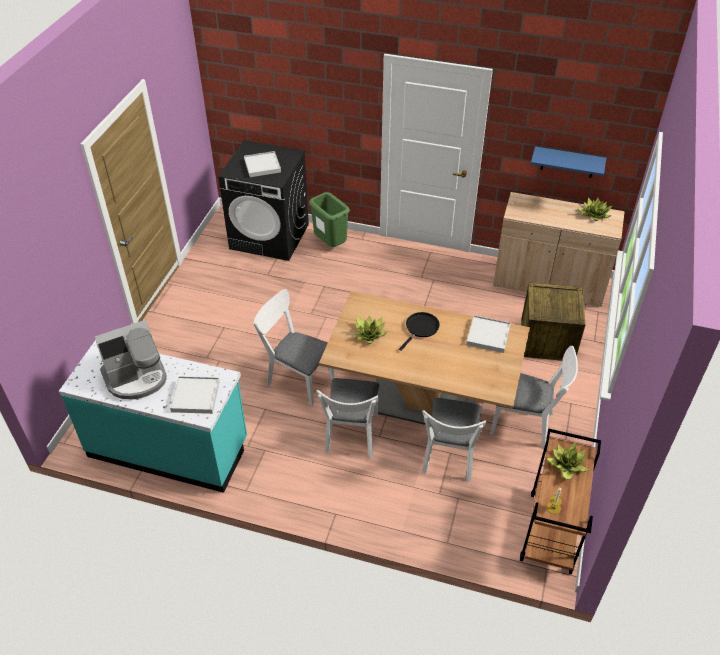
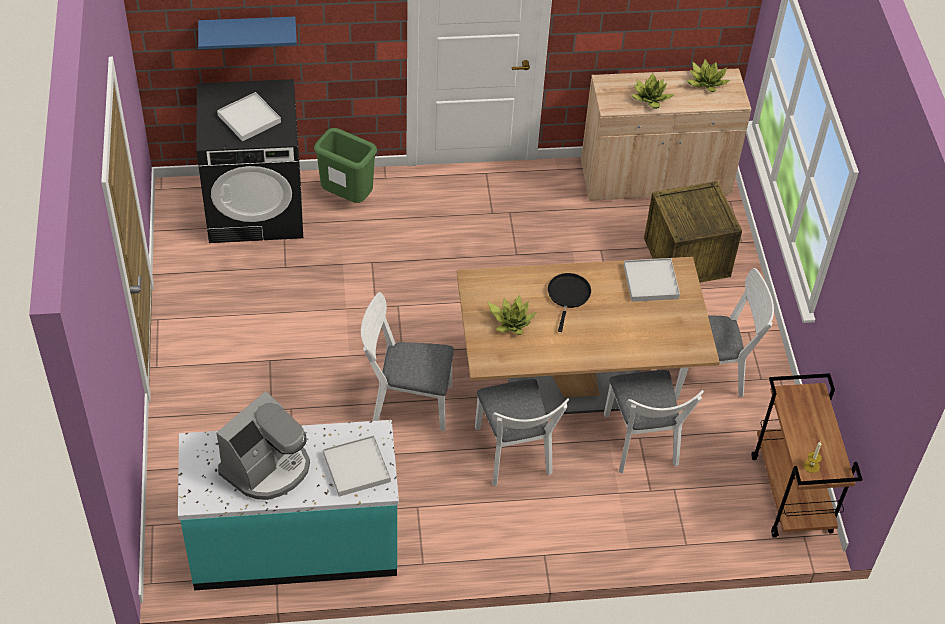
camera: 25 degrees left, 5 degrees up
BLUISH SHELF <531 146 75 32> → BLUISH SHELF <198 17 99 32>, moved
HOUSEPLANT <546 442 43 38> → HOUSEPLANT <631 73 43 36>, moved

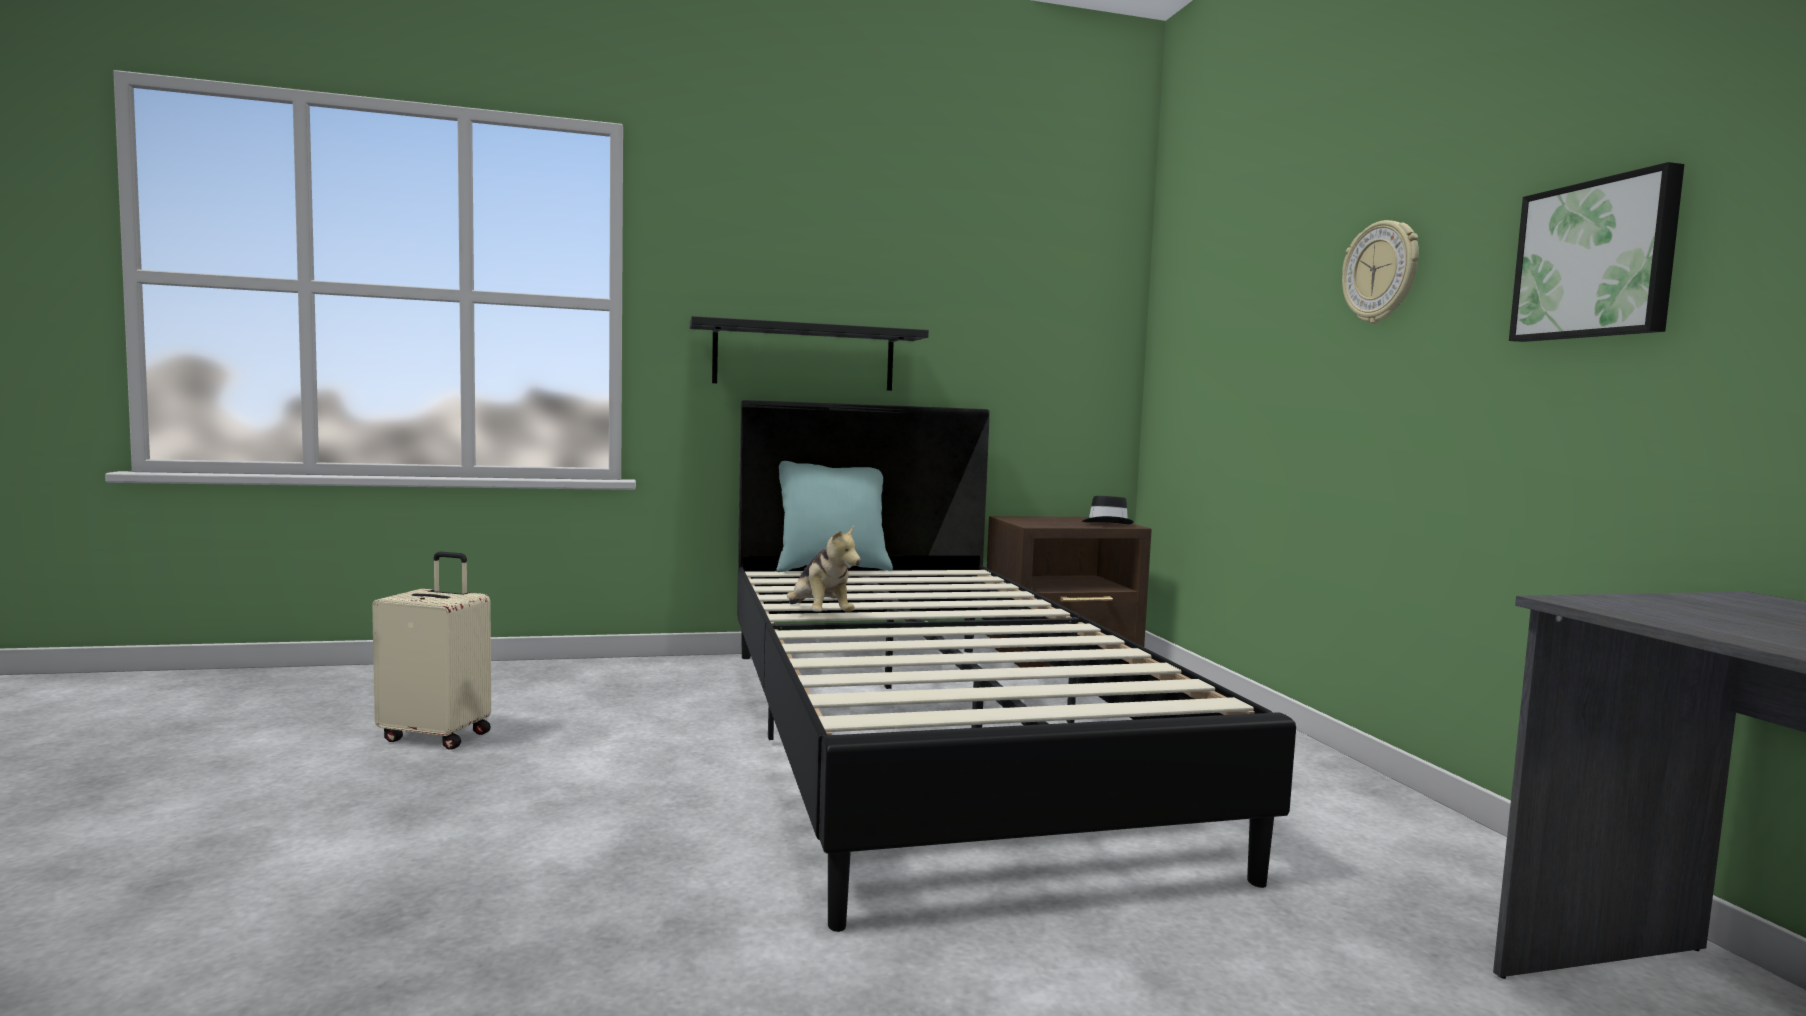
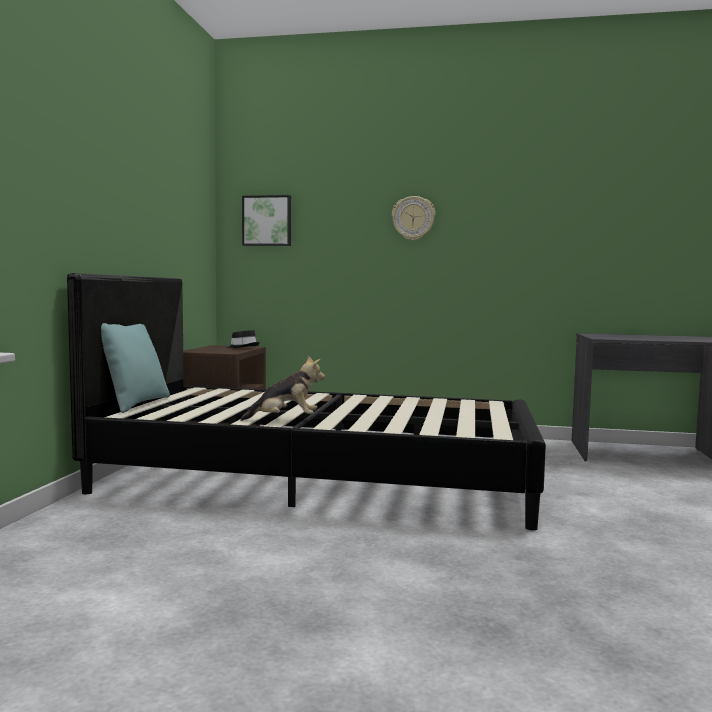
camera: 65 degrees left, 0 degrees up
WALL PICTURE <1509 162 176 180> → WALL PICTURE <242 195 49 51>, moved
BLACKISH SHELF <690 316 239 75> → -
SAND-COLOURED PIECE OF LUGGAGE <372 552 119 198> → -

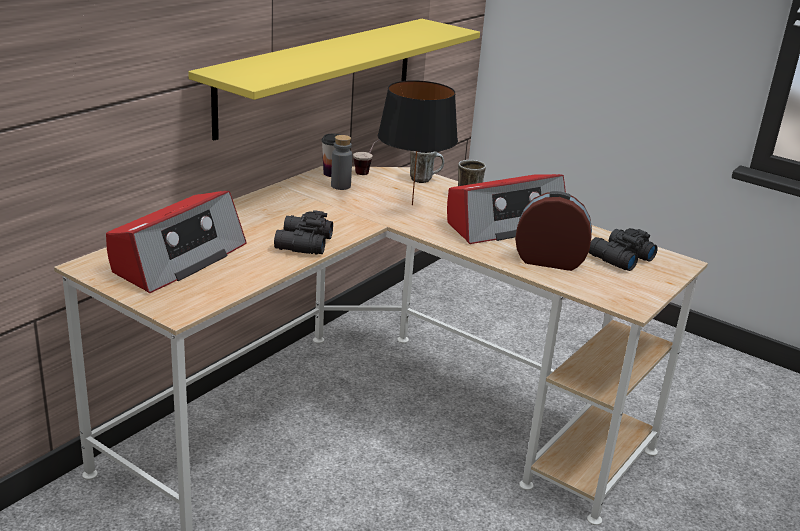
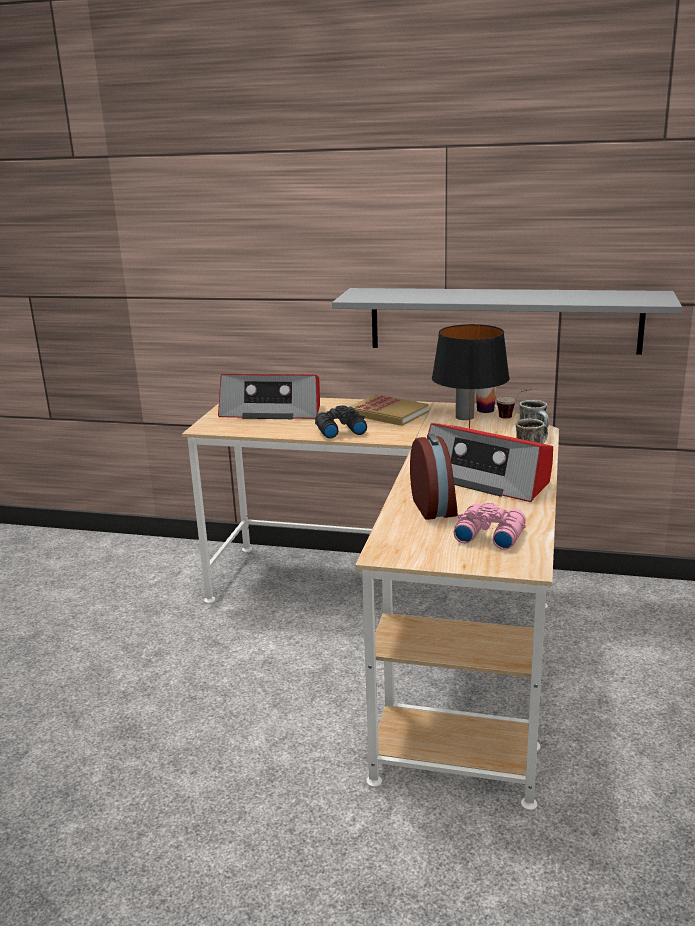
camera: 70 degrees right, 5 degrees down
YELLOW-COLOURED SHELF <188 19 292 121> → GRAY SHELF <332 288 350 67>
BLACKISH FIELD GLASSES <589 228 69 43> → PINK FIELD GLASSES <454 503 72 47>
- → VOLUME <349 394 80 32>

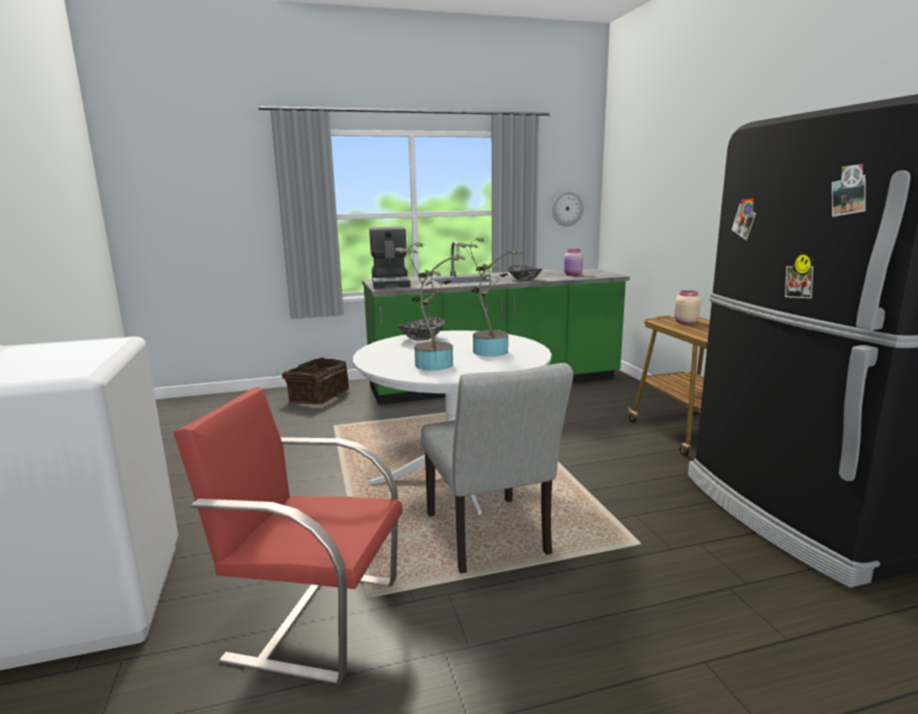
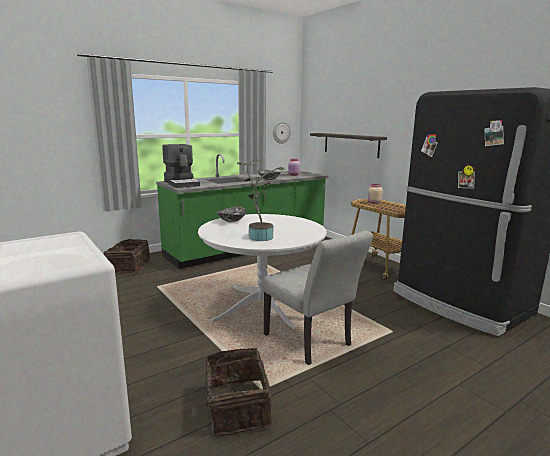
camera: 20 degrees left, 0 degrees up
HOUSEPLANT <457 237 67 120> → -
RED UPRIGHT CHAIR <173 387 229 298> → STORAGE BASKET <192 348 80 88>
- → SHELF <310 133 77 25>

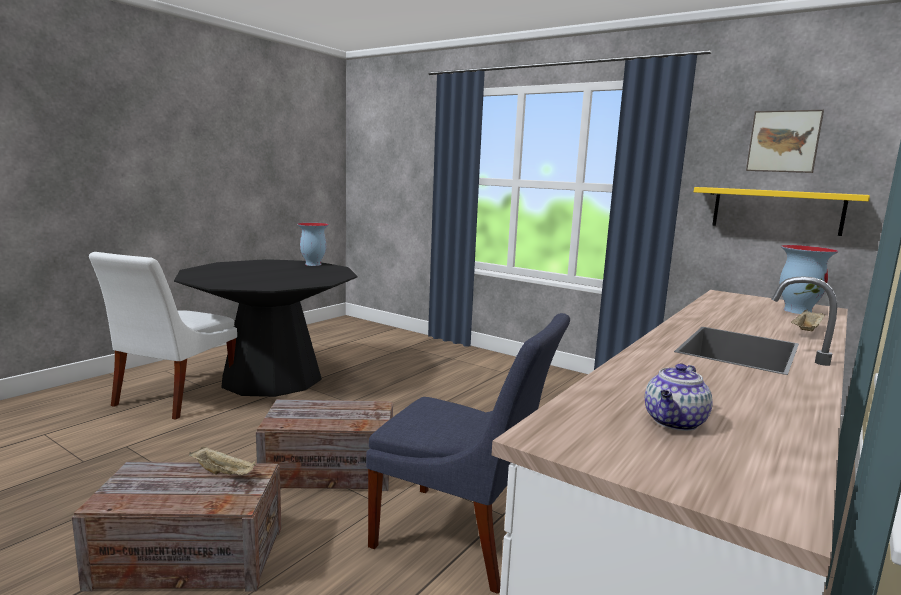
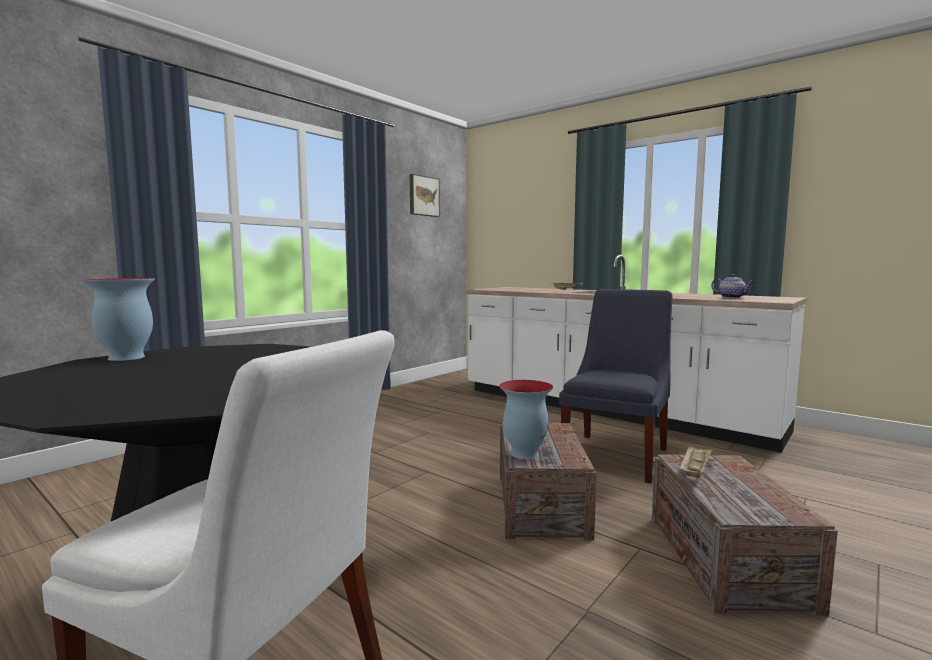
camera: 85 degrees left, 5 degrees down
YELLOW-COLOURED SHELF <694 187 176 49> → -
FLOWER VASE <779 245 59 69> → FLOWER VASE <499 380 55 80>, moved

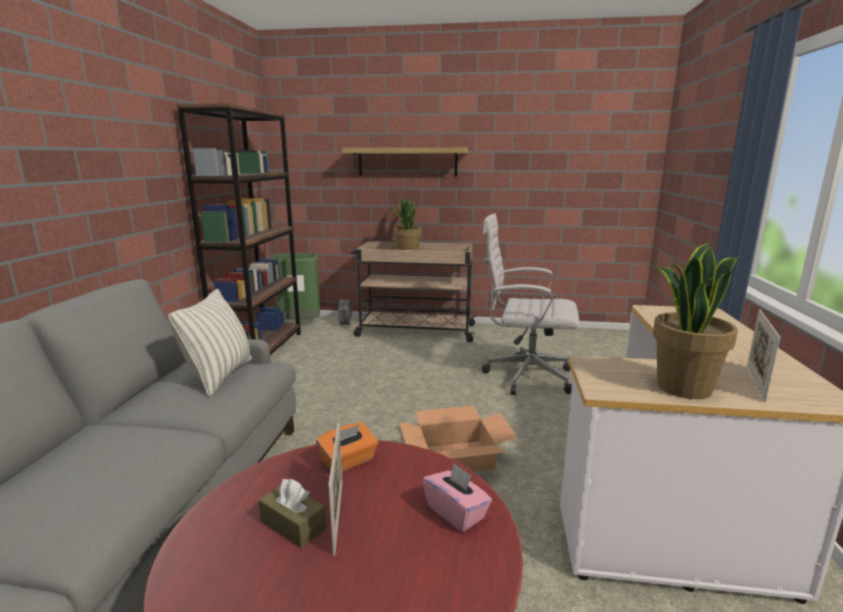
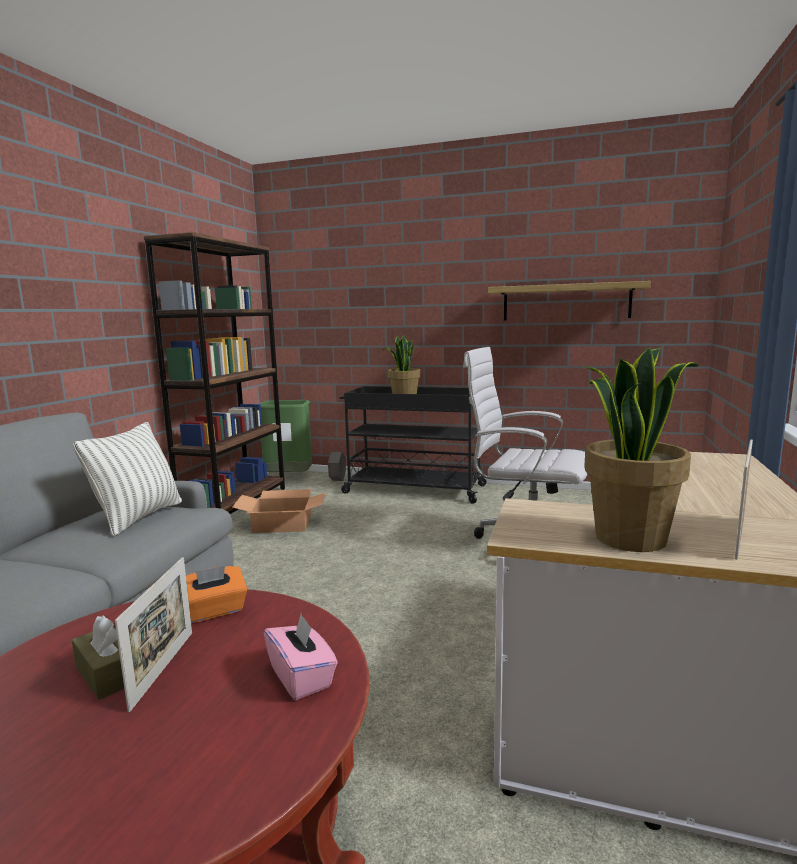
camera: 10 degrees right, 5 degrees down
SHELF <342 148 126 28> → SHELF <488 281 163 39>, moved
SAND-COLOURED CART <351 241 126 101> → BLACKISH CART <339 386 149 118>
CARDBOARD BOX <399 405 118 67> → CARDBOARD BOX <233 489 93 44>, moved

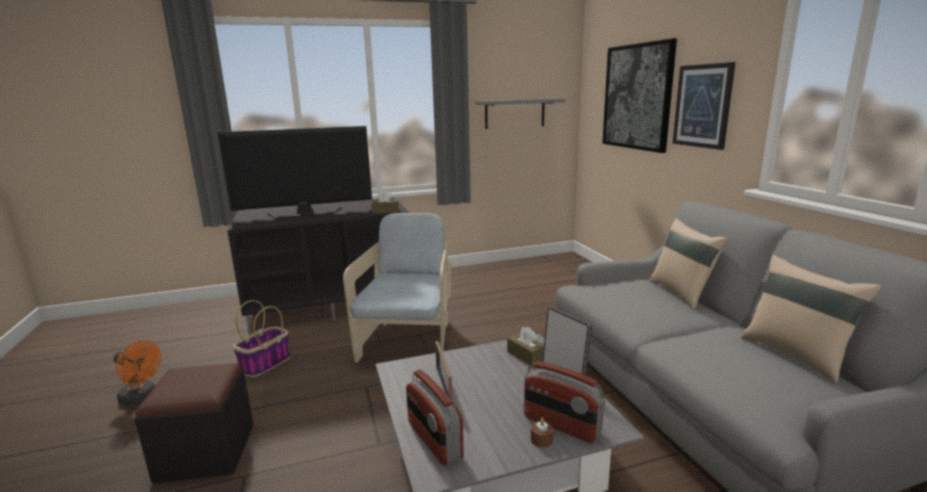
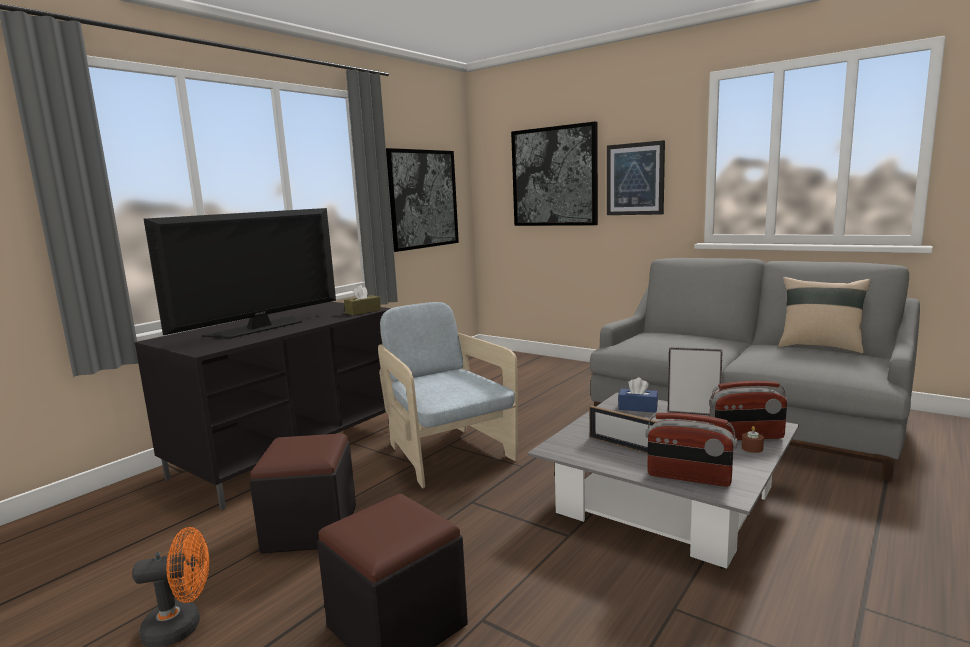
camera: 35 degrees left, 5 degrees down
GRAY SHELF <475 98 90 31> → WALL PICTURE <386 148 73 104>
SAND-COLOURED THROW PILLOW <650 218 78 91> → -
STORAGE BASKET <233 300 57 77> → BLACKISH POUFFE <249 434 107 119>
BROWN-COLOURED TISSUE BOX <507 327 37 39> → BLUISH TISSUE BOX <618 377 40 36>

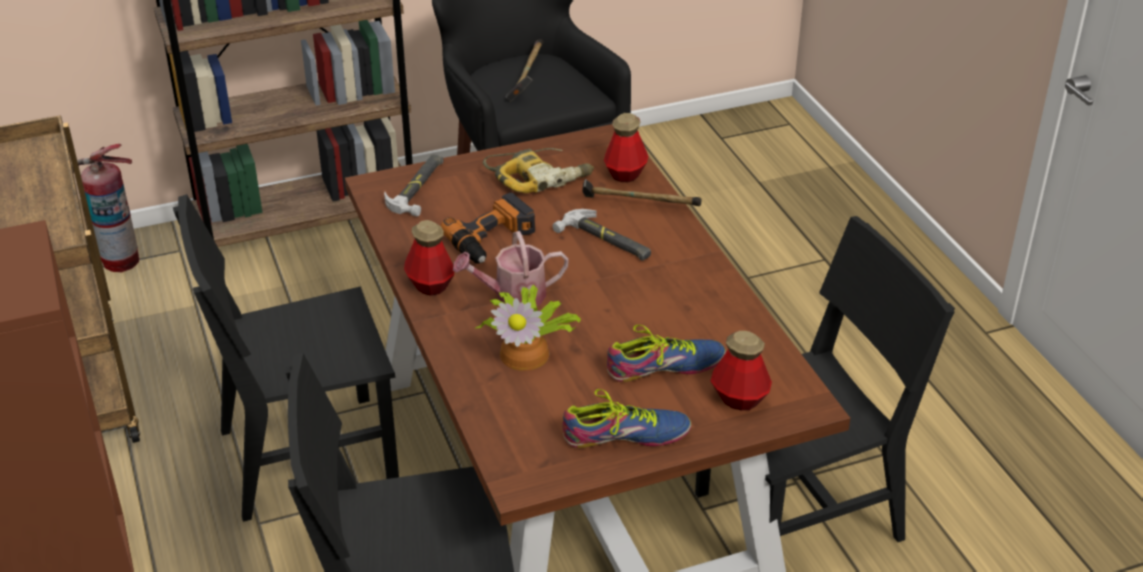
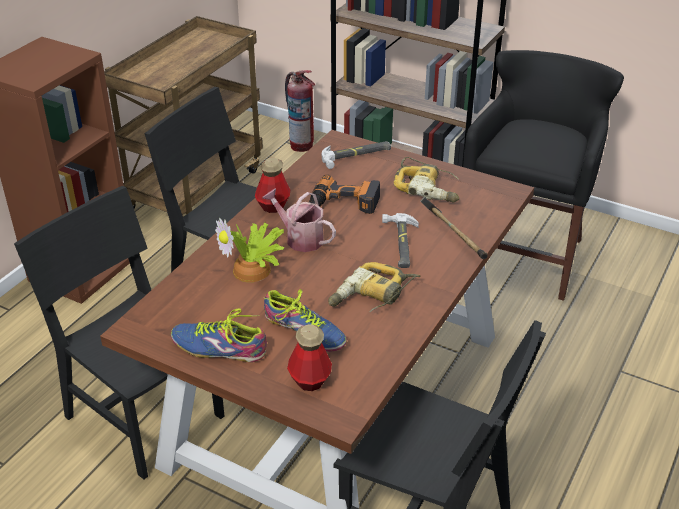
camera: 50 degrees right, 0 degrees up
TOOL HAMMER <506 39 37 63> → -
BOTTLE <604 113 44 69> → -
ITEM OF FOOTWEAR <562 389 129 59> → ITEM OF FOOTWEAR <171 308 96 54>, 150 degrees clockwise
- → DRILL <328 262 93 50>

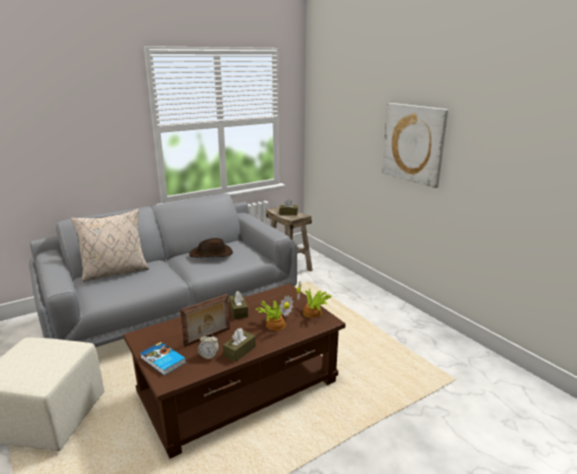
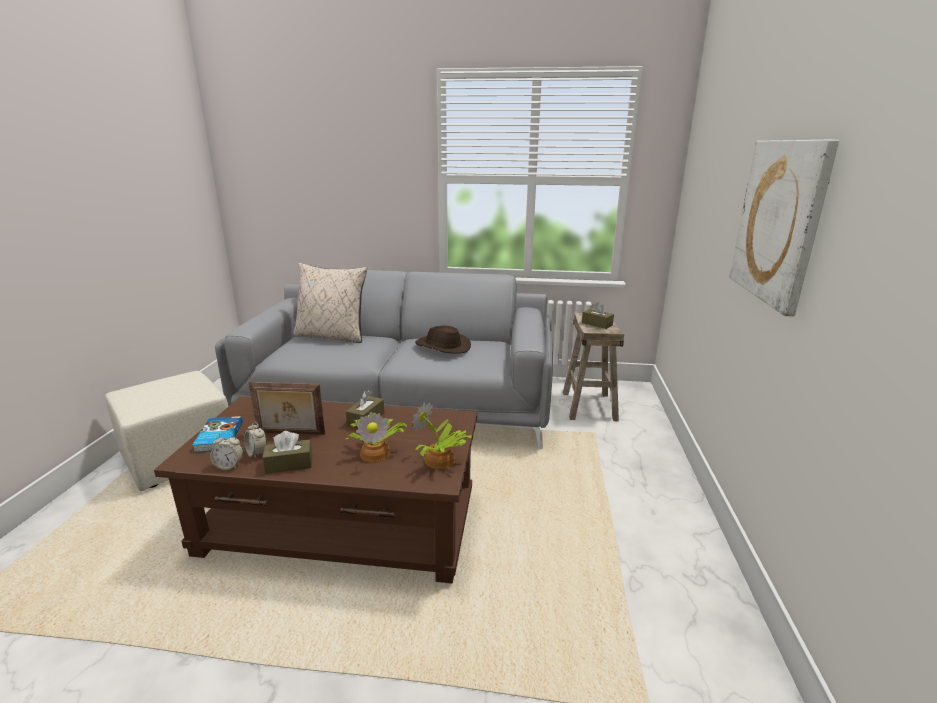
camera: 40 degrees right, 0 degrees up
- → TABLE CLOCK <210 433 33 37>

